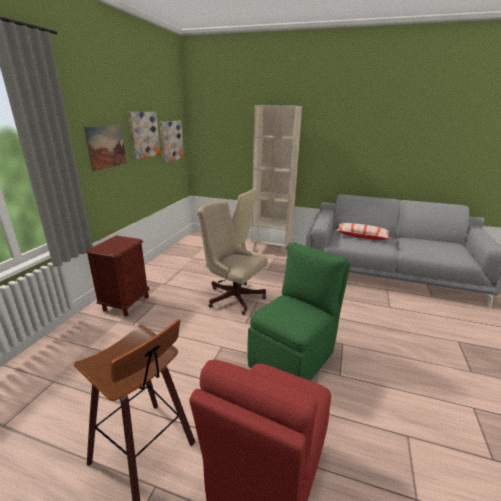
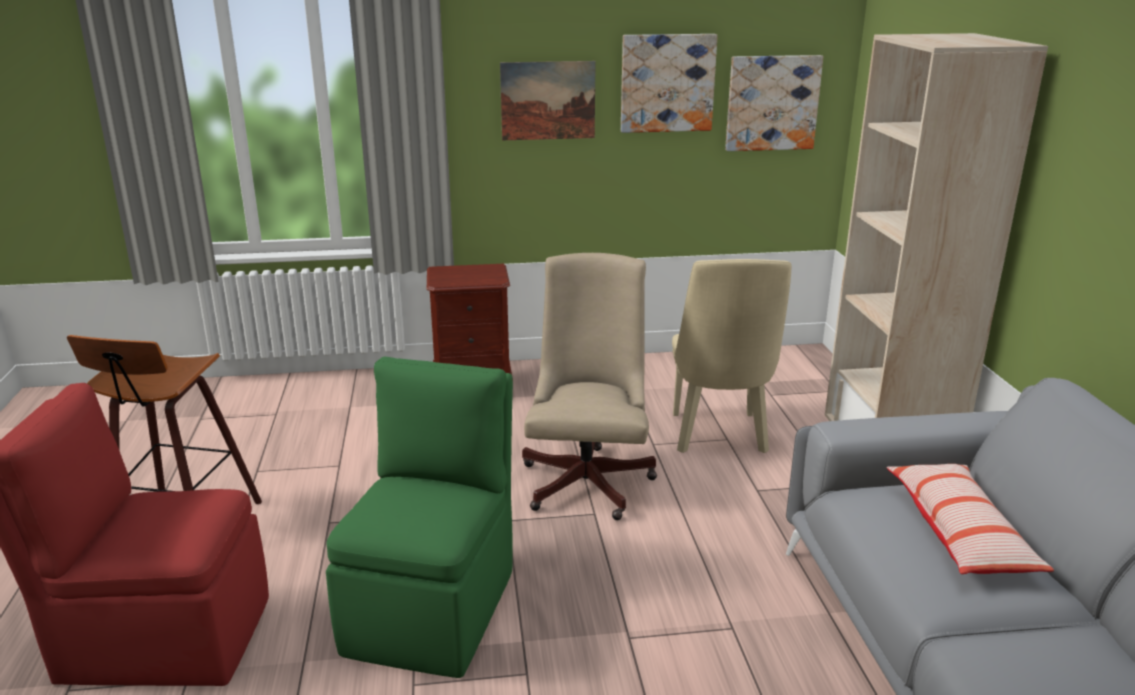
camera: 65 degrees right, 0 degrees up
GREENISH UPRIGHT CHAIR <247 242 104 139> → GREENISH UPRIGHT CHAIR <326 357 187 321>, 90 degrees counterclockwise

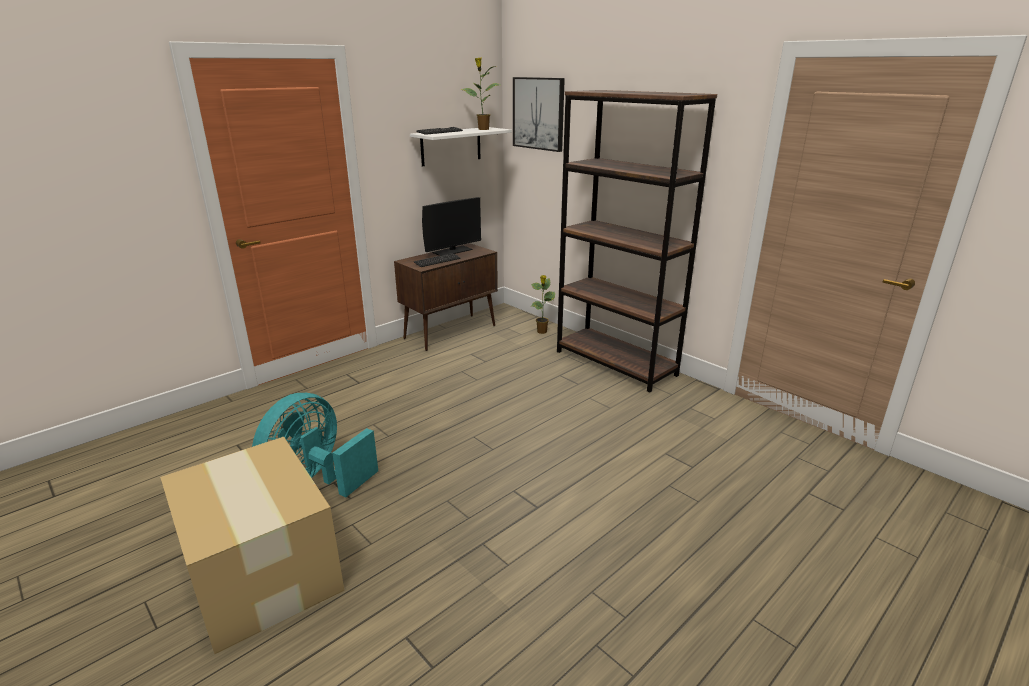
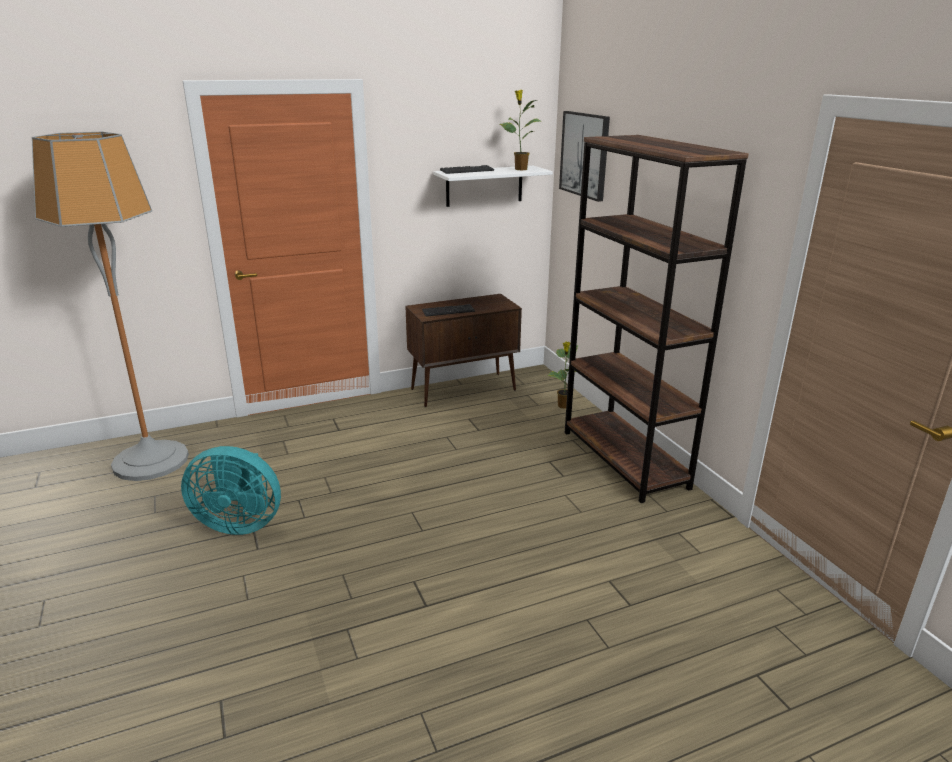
camera: 20 degrees right, 0 degrees up
COMPUTER SCREEN <422 197 59 59> → -
TURQUOISE COOLING FAN <252 393 126 104> → TURQUOISE COOLING FAN <181 446 100 89>, 135 degrees counterclockwise
CARDBOARD BOX <160 437 184 217> → -
- → STANDARD LAMP <32 132 157 349>

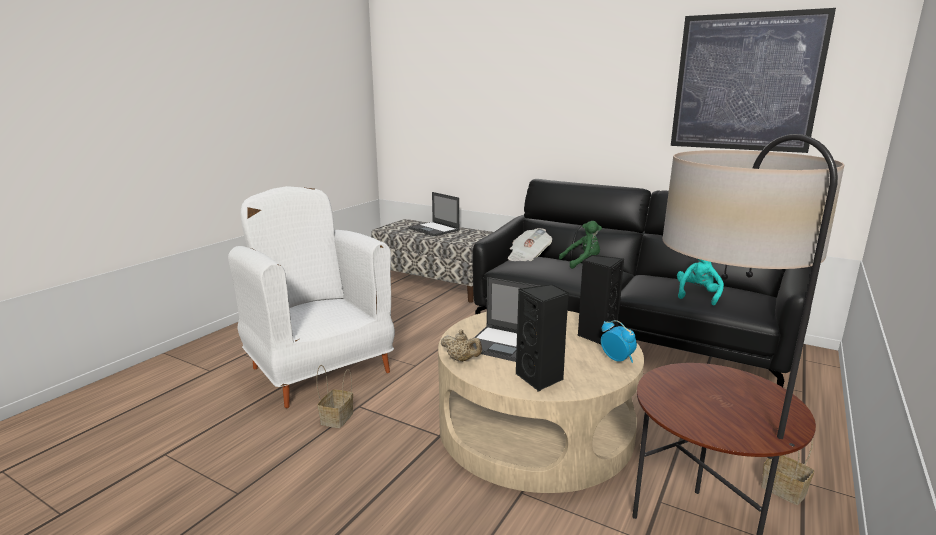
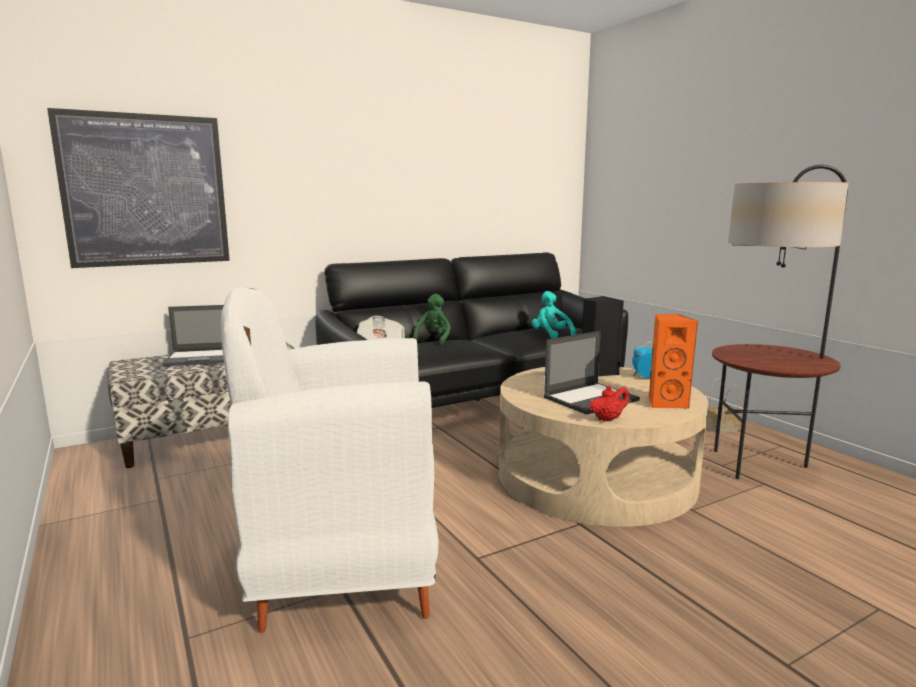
camera: 60 degrees left, 5 degrees down
WALL PICTURE <671 8 165 145> → WALL PICTURE <47 108 183 160>, moved
BLACKISH AUDIO SPEAKER <516 284 53 108> → ORANGE-COLOURED AUDIO SPEAKER <649 314 49 94>
SAND-COLOURED TEAPOT <441 330 41 32> → RED TEAPOT <589 386 40 36>
STORAGE BASKET <316 365 37 63> → -

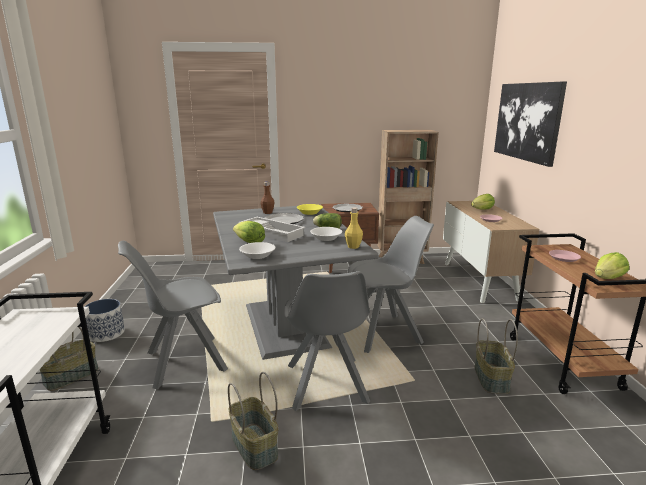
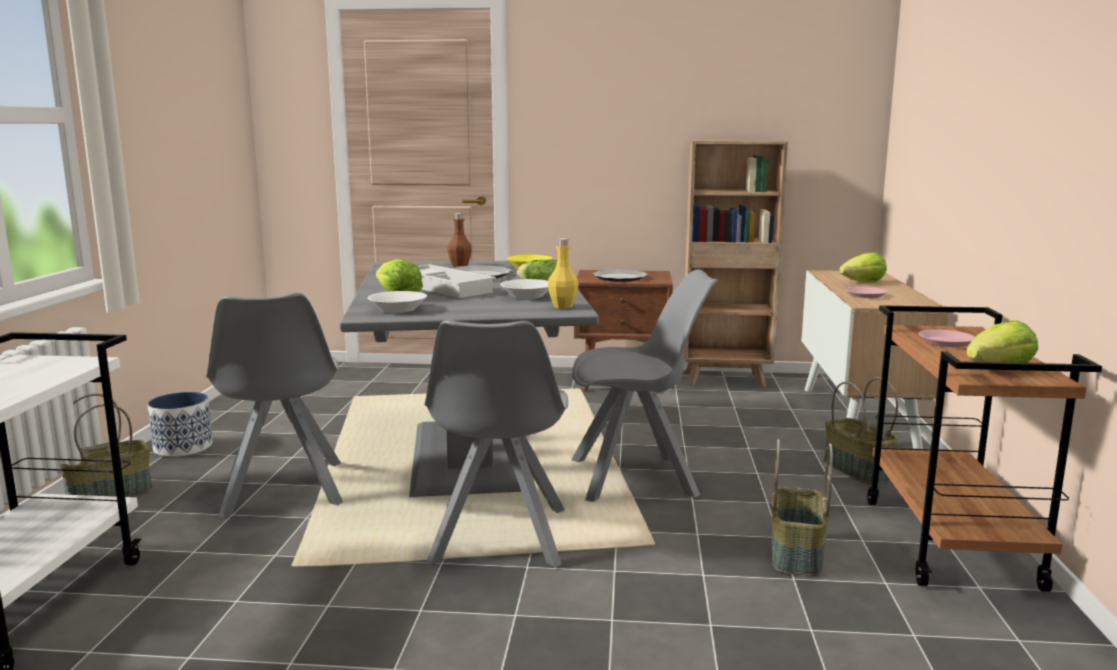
camera: 10 degrees right, 5 degrees down
WALL PICTURE <494 81 73 86> → -
GRAY UPRIGHT CHAIR <118 241 110 148> → GRAY UPRIGHT CHAIR <206 293 137 225>, 90 degrees counterclockwise
STORAGE BASKET <228 372 50 98> → STORAGE BASKET <824 377 74 107>, moved

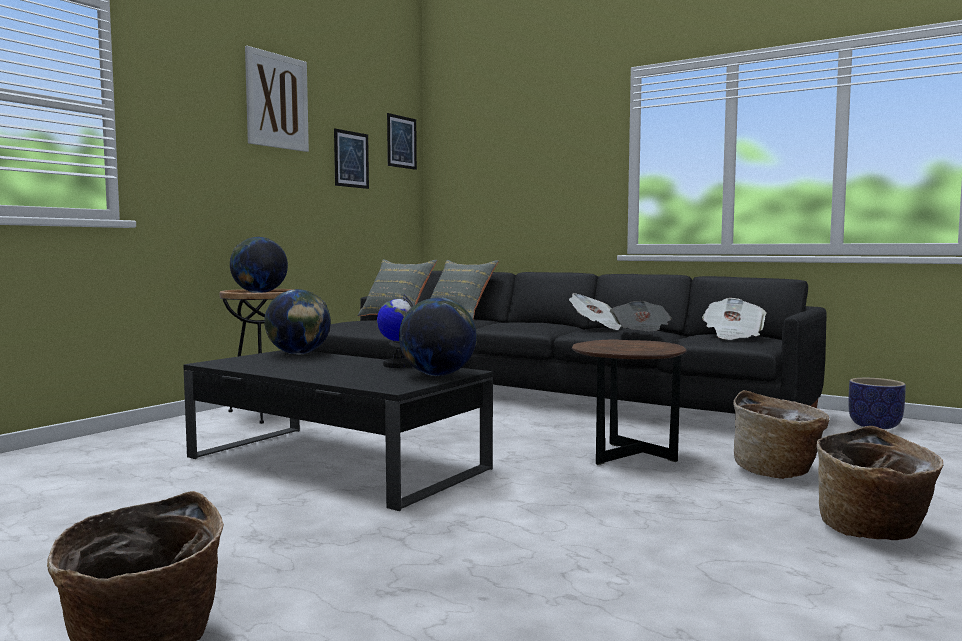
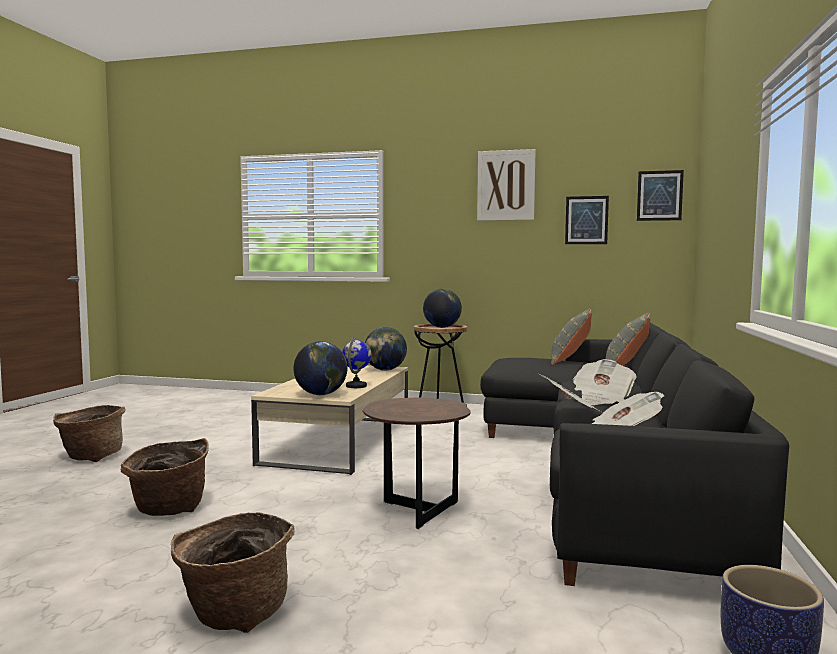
camera: 70 degrees right, 0 degrees up
BLACKISH COFFEE TABLE <183 350 310 161> → SAND-COLOURED COFFEE TABLE <251 365 157 110>
STORAGE BASKET <733 390 96 89> → STORAGE BASKET <121 438 88 78>, moved

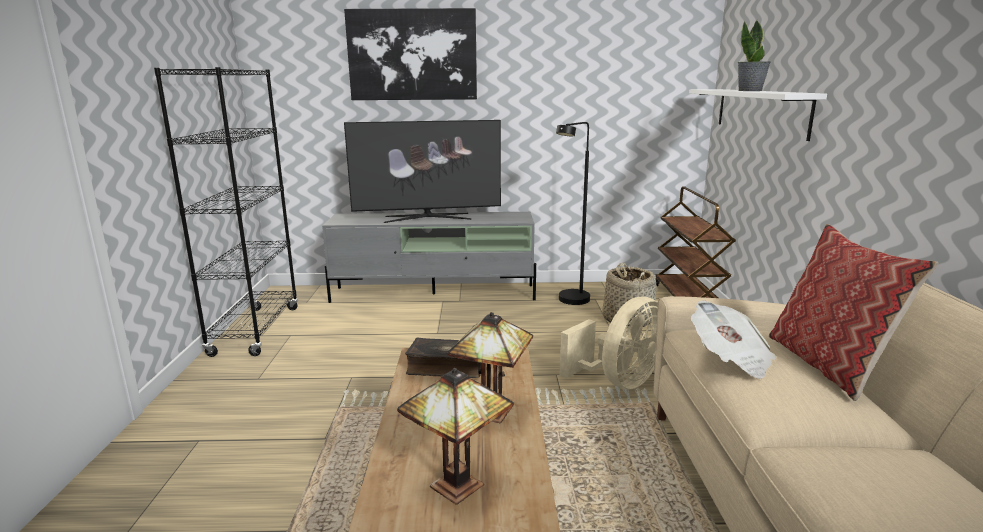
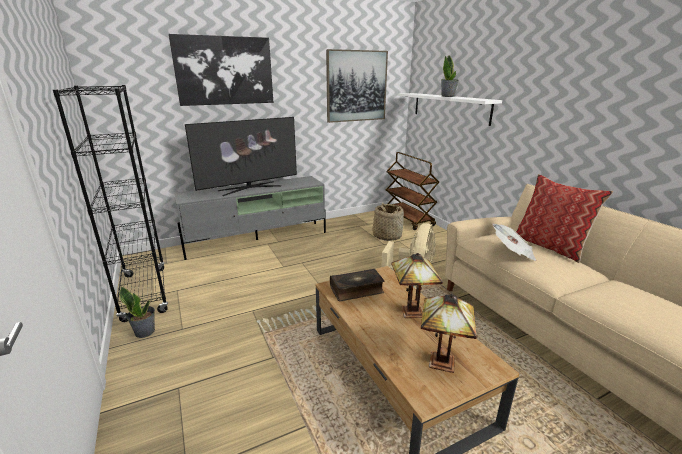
camera: 25 degrees left, 5 degrees up
BLACKISH STANDARD LAMP <556 122 34 183> → -
- → WALL PICTURE <326 49 62 74>
- → HOUSEPLANT <119 287 36 51>

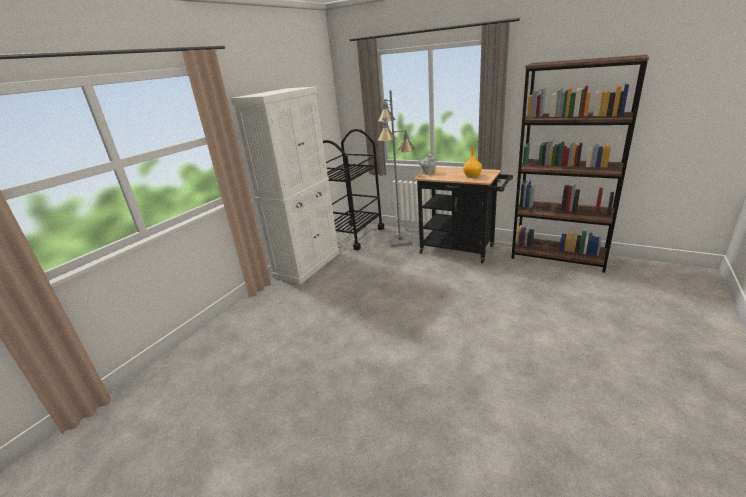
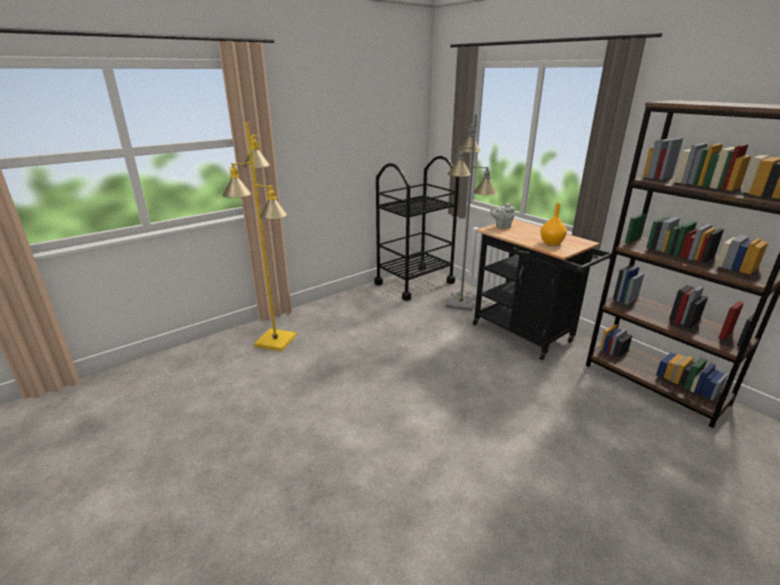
camera: 20 degrees right, 0 degrees up
WHITE-COLOURED CUPBOARD <231 87 109 198> → -
- → YELLOW-COLOURED STANDARD LAMP <223 123 73 228>

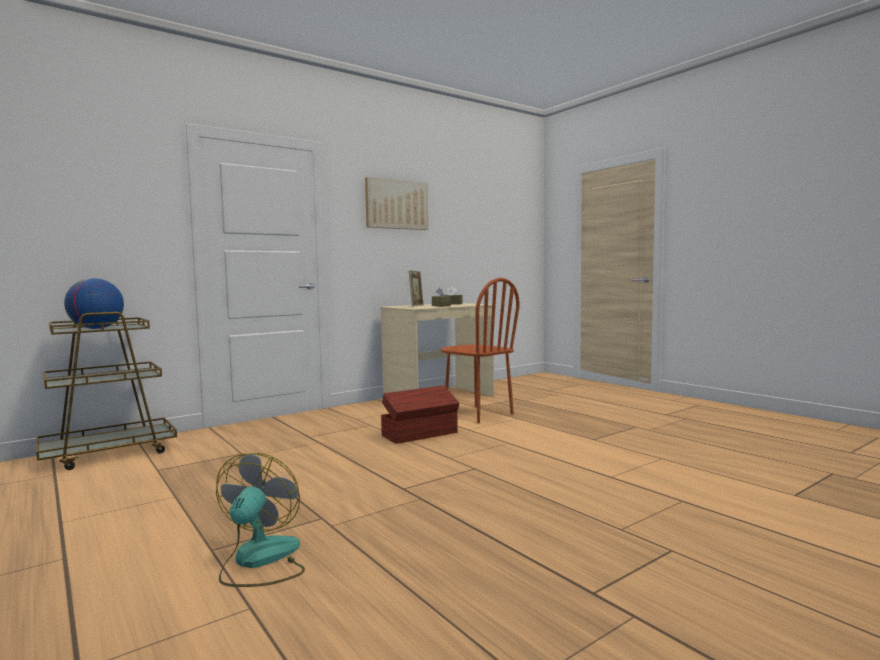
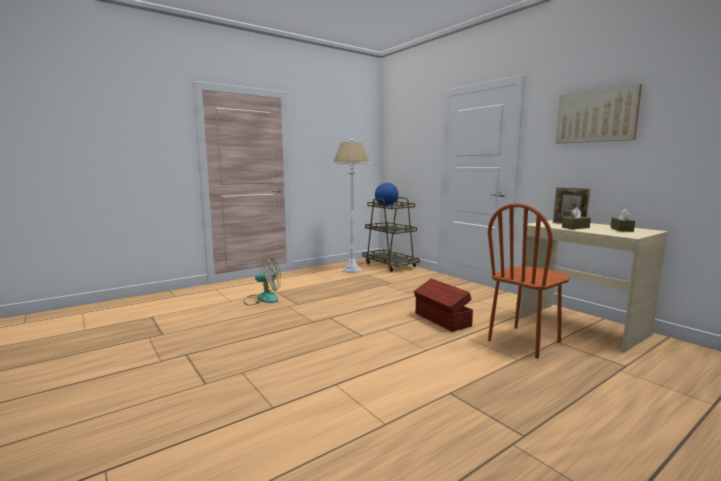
camera: 90 degrees right, 5 degrees up
- → WHITE-COLOURED STANDARD LAMP <332 139 38 134>

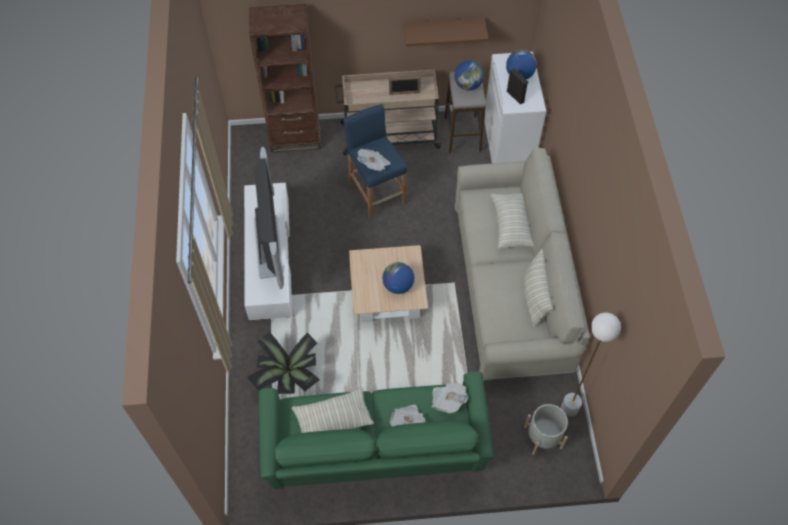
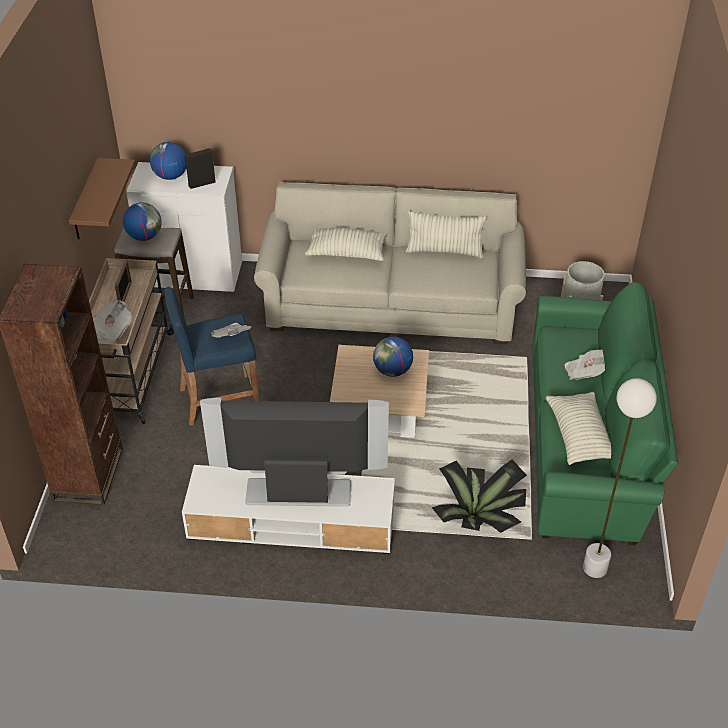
camera: 80 degrees left, 15 degrees down
WHITE-COLOURED STANDARD LAMP <561 312 60 104> → WHITE-COLOURED STANDARD LAMP <583 378 74 200>, moved
PRINTED PAPER <432 382 36 31> → PRINTED PAPER <94 301 38 43>, moved

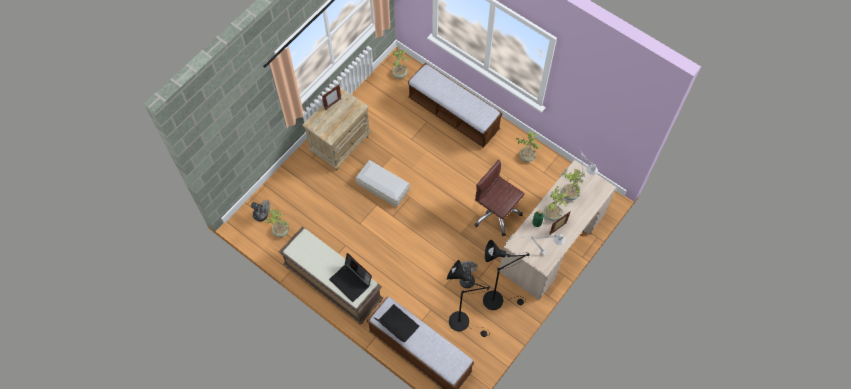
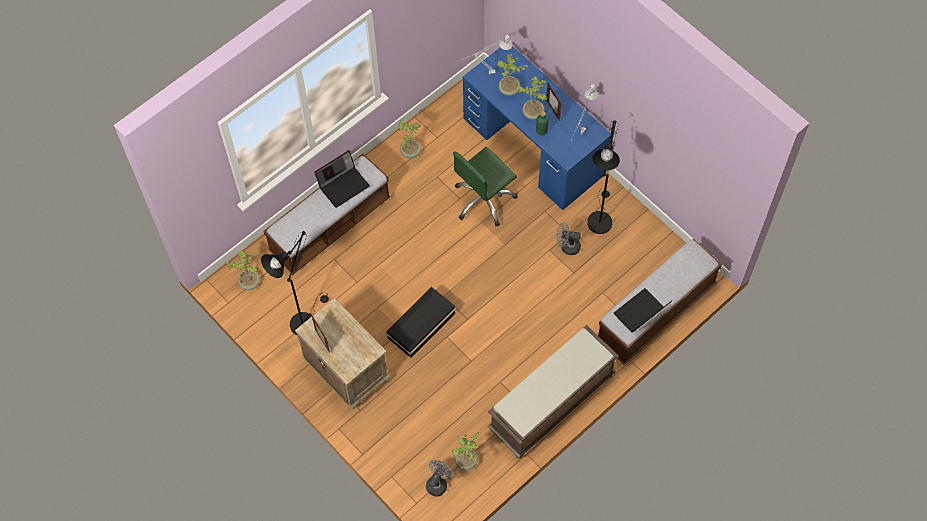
camera: 80 degrees left, 0 degrees up
WHITE-COLOURED STORAGE BIN <355 160 55 47> → BLACKISH STORAGE BIN <386 287 70 71>
BROWN-COLOURED OFFICE CHAIR <474 160 51 76> → GREENISH OFFICE CHAIR <453 147 64 80>
SAND-COLOURED DESK <500 160 116 140> → BLUISH DESK <463 46 148 164>
LAPTOP <329 253 43 49> → LAPTOP <314 150 56 58>, moved
BLACKISH STANDARD LAMP <447 260 43 77> → BLACKISH STANDARD LAMP <261 231 68 105>, moved

